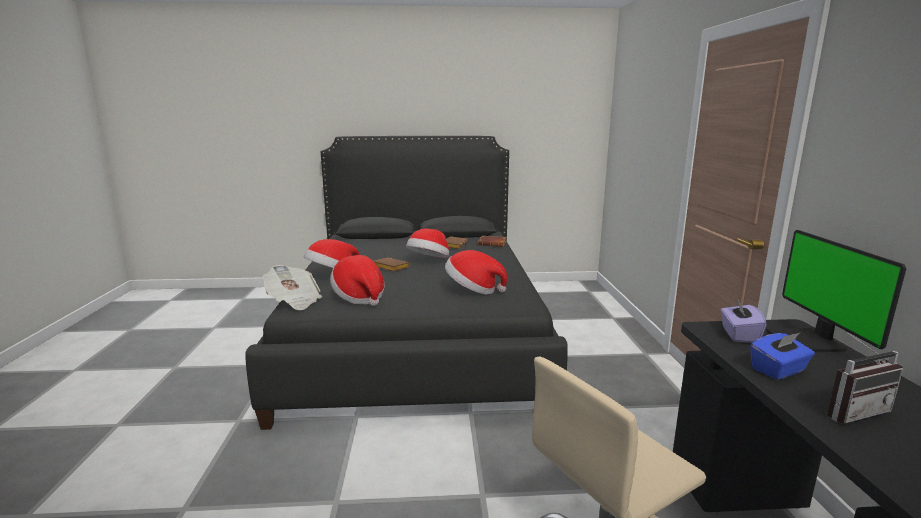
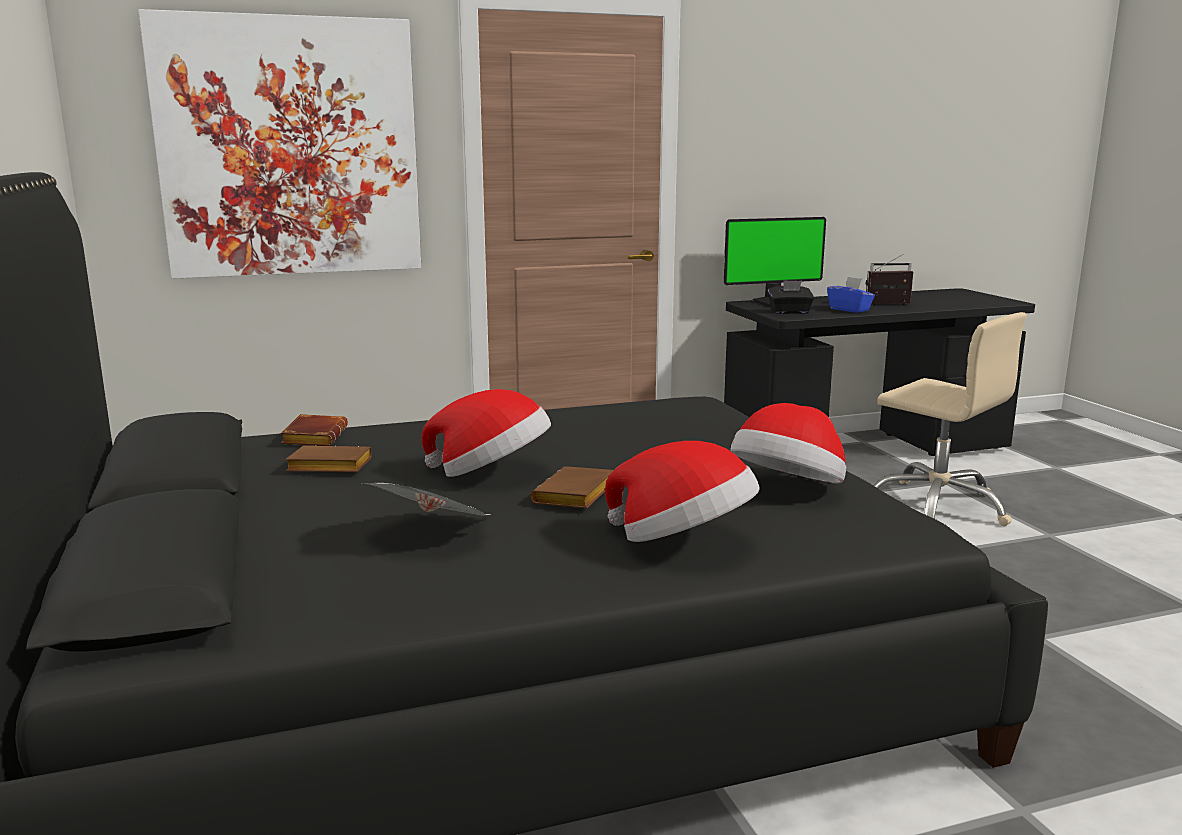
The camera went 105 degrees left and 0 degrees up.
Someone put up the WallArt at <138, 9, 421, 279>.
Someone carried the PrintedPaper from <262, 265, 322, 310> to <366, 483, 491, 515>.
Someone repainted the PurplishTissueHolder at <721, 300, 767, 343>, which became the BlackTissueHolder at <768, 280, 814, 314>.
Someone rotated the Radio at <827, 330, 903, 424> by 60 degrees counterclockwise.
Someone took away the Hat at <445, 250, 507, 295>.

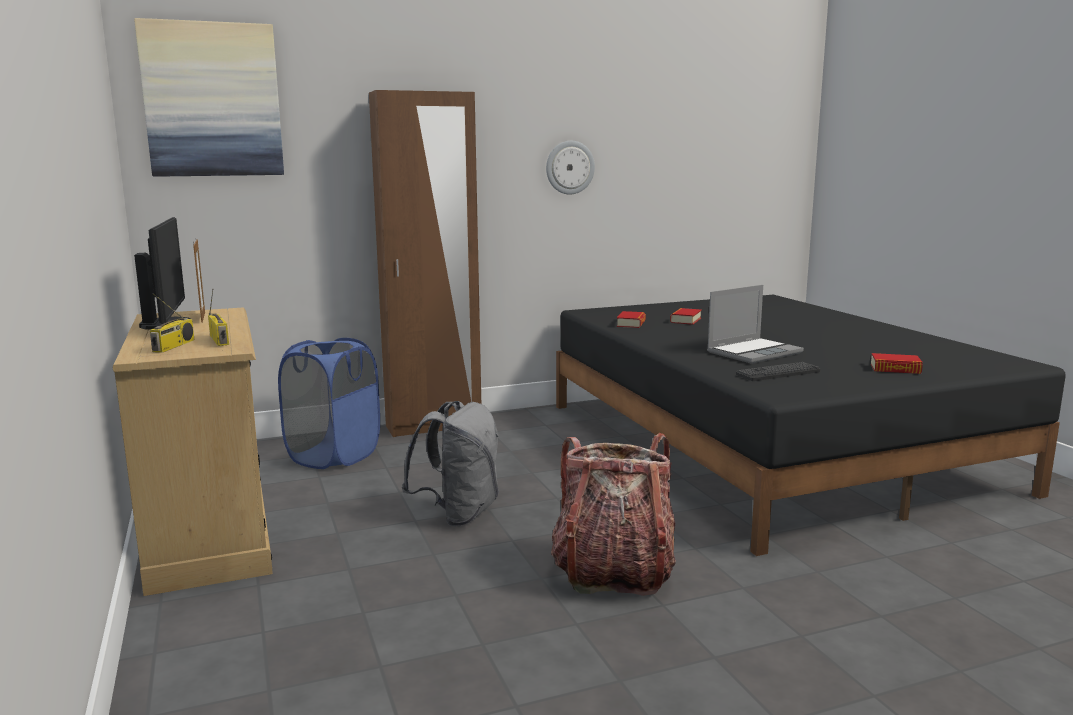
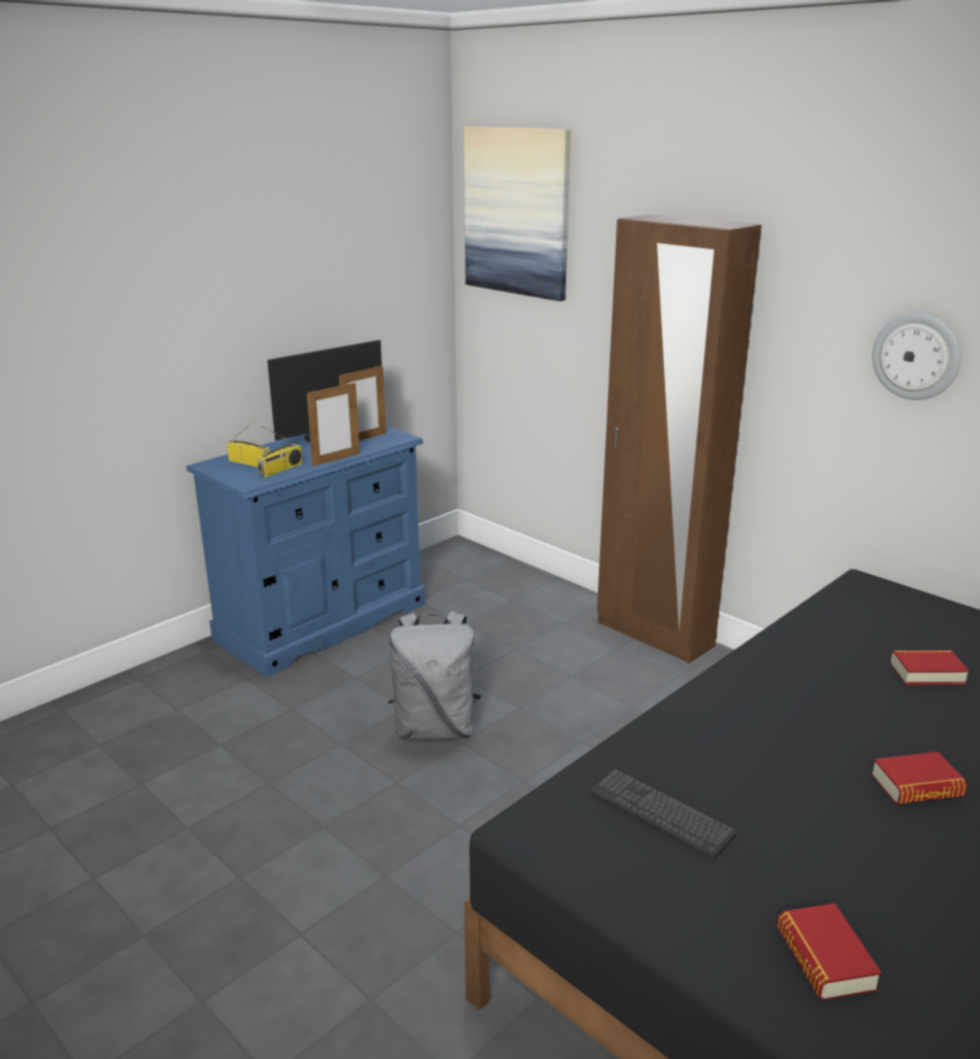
The camera went 65 degrees right and 10 degrees up.
Someone repainted the BeigeColouredDresser at <113, 307, 273, 596>, which became the BlueColouredDresser at <186, 426, 425, 677>.
Someone rotated the Radio at <150, 293, 194, 353> by 135 degrees counterclockwise.
Someone put down the PictureFrame at <307, 381, 360, 466>.
Someone carried the Book from <617, 311, 646, 328> to <871, 752, 967, 804>.
Someone took away the BlueColouredWashingBasket at <278, 338, 380, 469>.
Someone took away the Rucksack at <551, 433, 676, 596>.
Someone took away the NotebookComputer at <707, 285, 804, 364>.

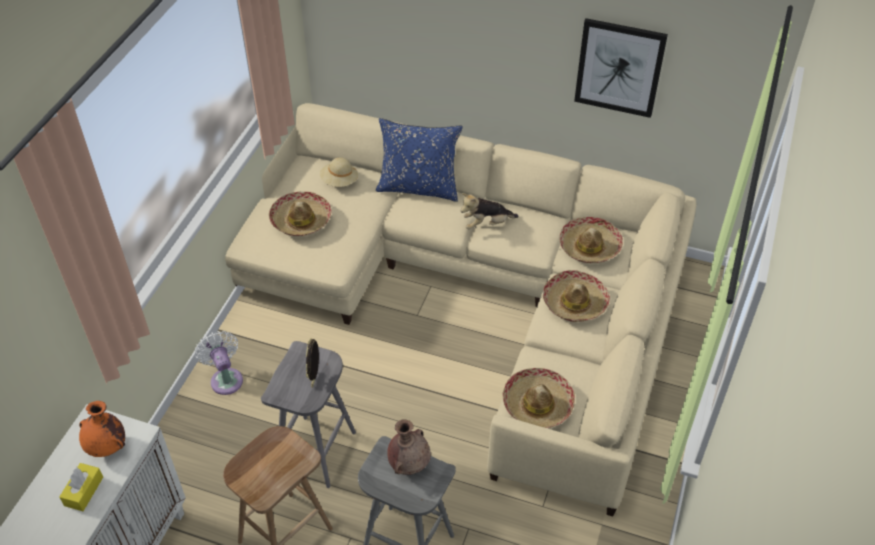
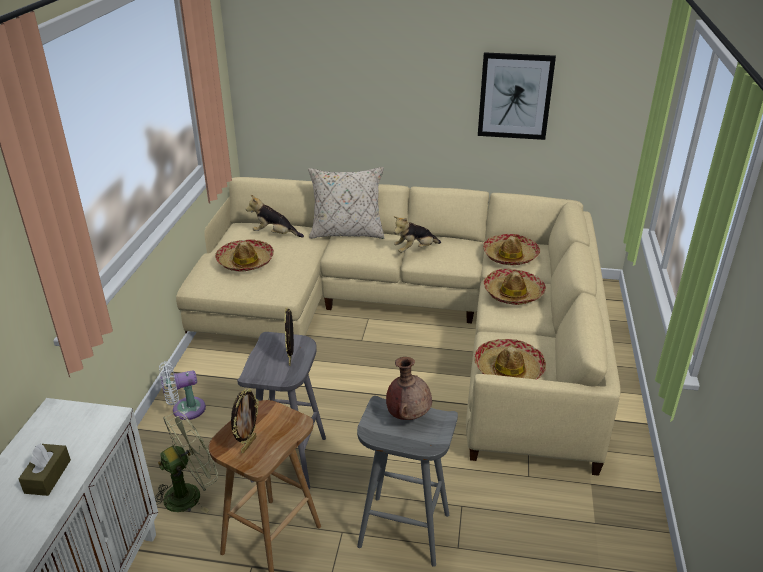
The camera went 10 degrees left and 15 degrees down.
Someone repainted the YellowColouredTissueHolder at <59, 463, 103, 511>, which became the BrownColouredTissueHolder at <19, 444, 71, 496>.
Someone put down the GreenishFan at <155, 410, 218, 513>.
Someone rotated the WhiteFan at <195, 331, 243, 395> by 75 degrees counterclockwise.
Someone put down the PictureFrame at <231, 388, 259, 453>.
Someone swapped the BeigeColouredHat at <320, 157, 358, 187> for the SoftToy at <246, 194, 304, 238>.
Someone repainted the BlueColouredCushion at <376, 118, 463, 202>, which became the BeigeColouredCushion at <308, 167, 384, 239>.
Someone took away the OrangeyVase at <79, 401, 125, 457>.

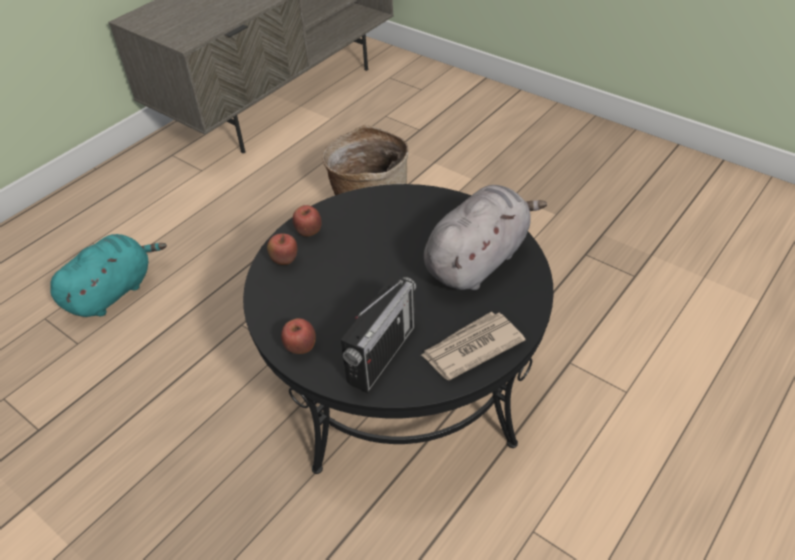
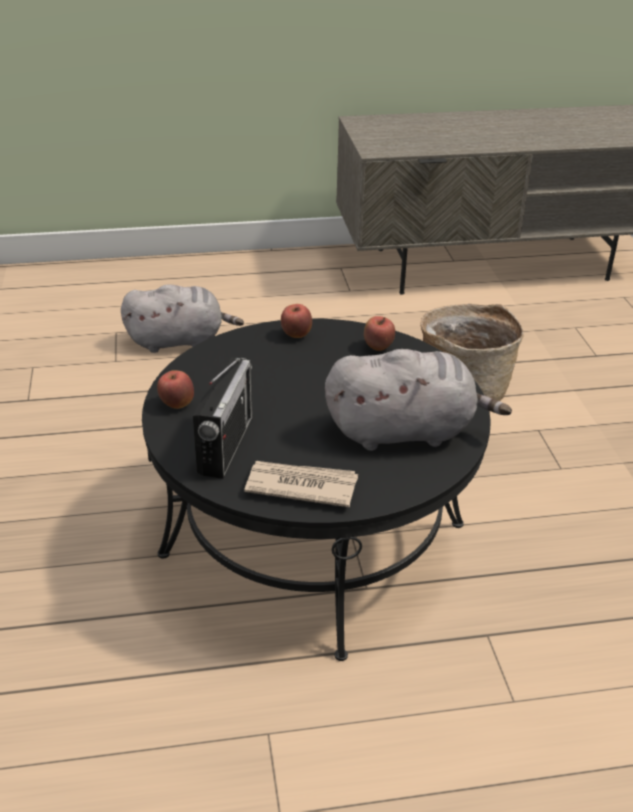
The camera went 40 degrees right and 10 degrees down.
Someone repainted the TurquoiseColouredSoftToy at <50, 234, 167, 317>, which became the GreyishSoftToy at <121, 285, 244, 353>.
Someone rotated the Radio at <340, 276, 416, 393> by 60 degrees counterclockwise.
Someone carried the Apple from <267, 233, 297, 265> to <364, 316, 395, 351>.

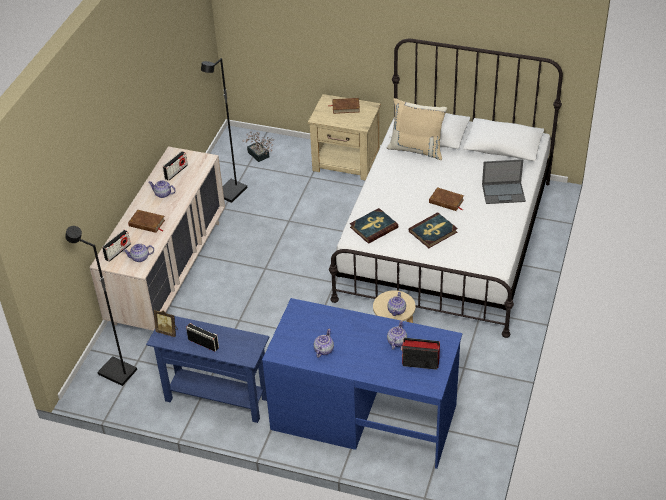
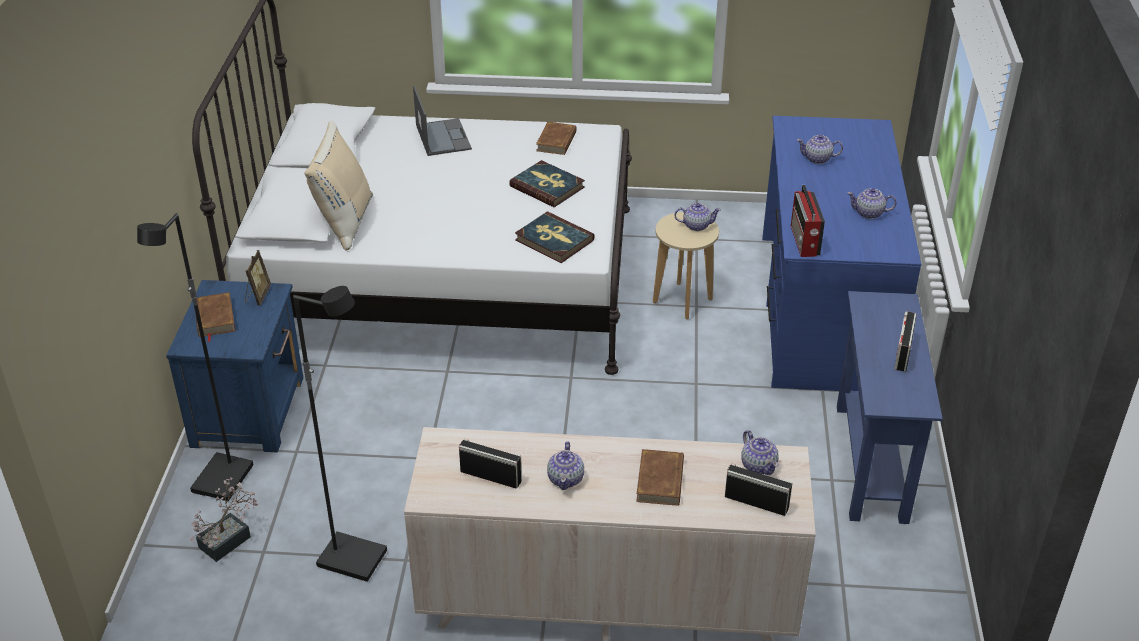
The camera went 105 degrees left and 5 degrees down.
Someone carried the BlackStandardLamp from <65, 226, 137, 386> to <137, 213, 254, 501>.
Someone repainted the BeigeColouredNightstand at <308, 94, 381, 180>, which became the BlueColouredNightstand at <166, 280, 303, 453>.
Someone carried the PictureFrame from <154, 309, 178, 337> to <245, 250, 271, 306>.
Someone carried the BrownColouredBook from <429, 187, 464, 211> to <536, 122, 577, 155>.
Someone carried the Radio from <401, 338, 440, 370> to <791, 185, 825, 257>.

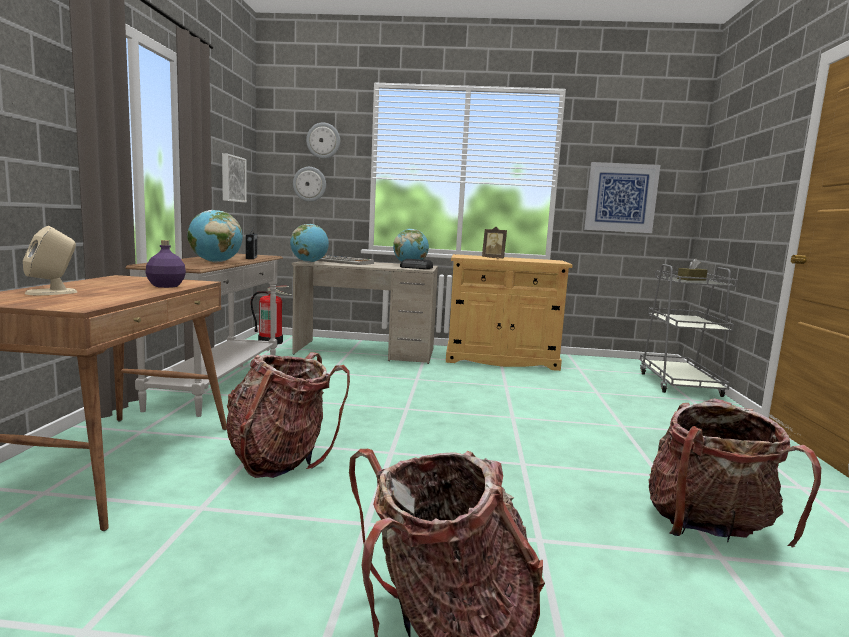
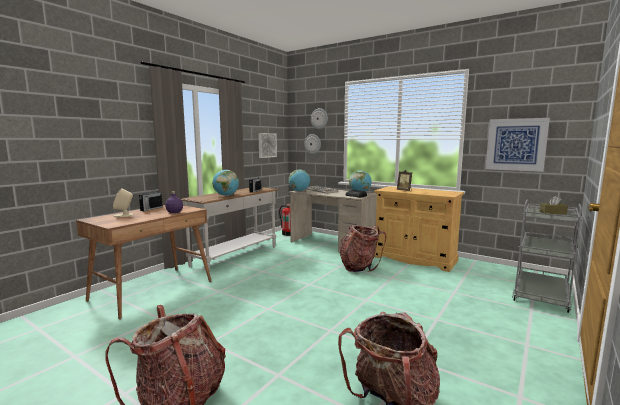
The camera went 30 degrees right and 0 degrees up.
Someone put down the Radio at <139, 188, 163, 211>.
Someone carried the Rucksack from <226, 352, 350, 478> to <340, 225, 386, 272>.

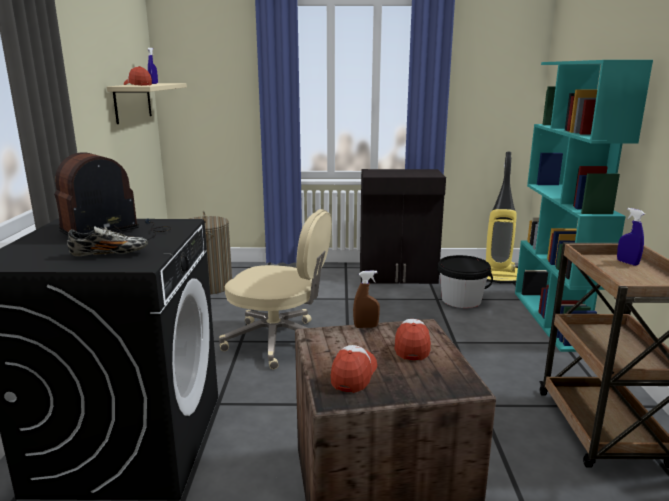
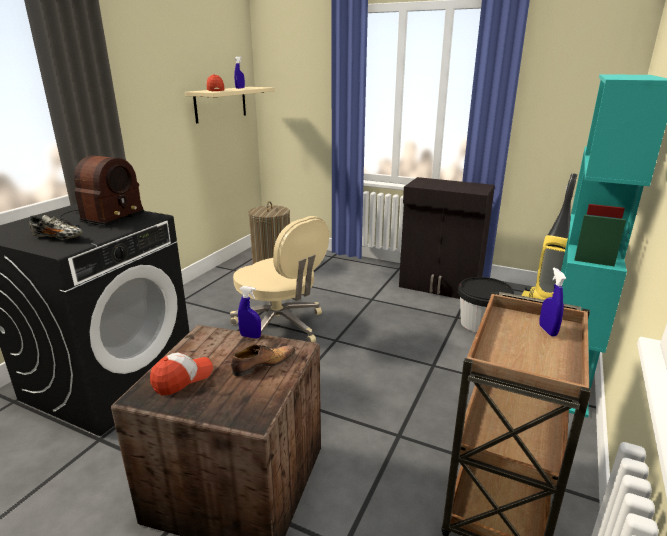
The camera went 25 degrees right and 5 degrees up.
Someone rotated the Radio at <54, 152, 171, 240> by 135 degrees clockwise.
Someone swapped the PeakedCap at <394, 319, 431, 360> for the Shoe at <231, 345, 296, 376>.
Someone repainted the BrownColouredSprayer at <353, 270, 380, 328>, which became the BlueColouredSprayer at <238, 286, 261, 339>.

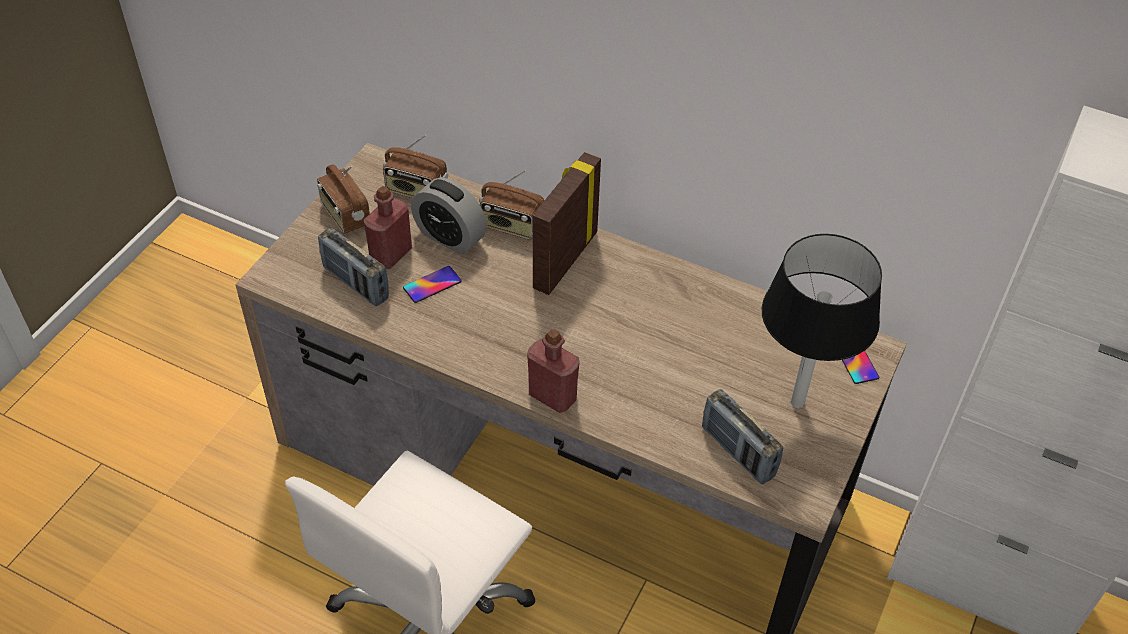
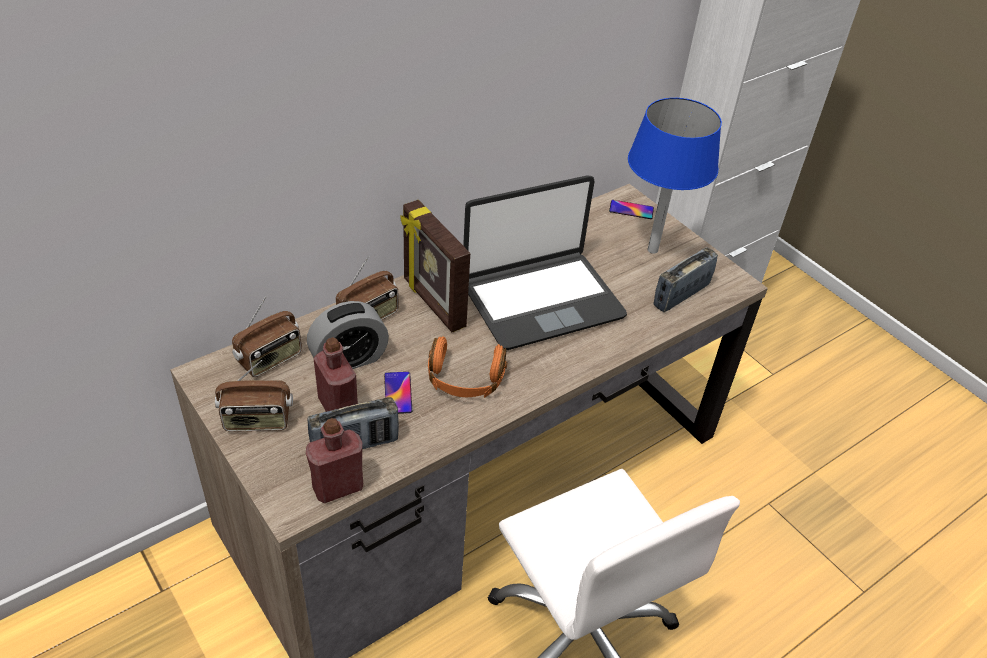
The camera went 65 degrees left and 5 degrees down.
Someone carried the RedBottle from <527, 329, 580, 413> to <306, 418, 363, 504>.
Someone put down the OrangeyHeadset at <428, 336, 507, 398>.
Someone put down the NotebookComputer at <463, 175, 627, 350>.
Someone repainted the BlackTableLamp at <762, 234, 882, 408>, which became the BlueColouredTableLamp at <628, 98, 722, 254>.
Someone rotated the Radio at <702, 389, 783, 484> by 150 degrees clockwise.

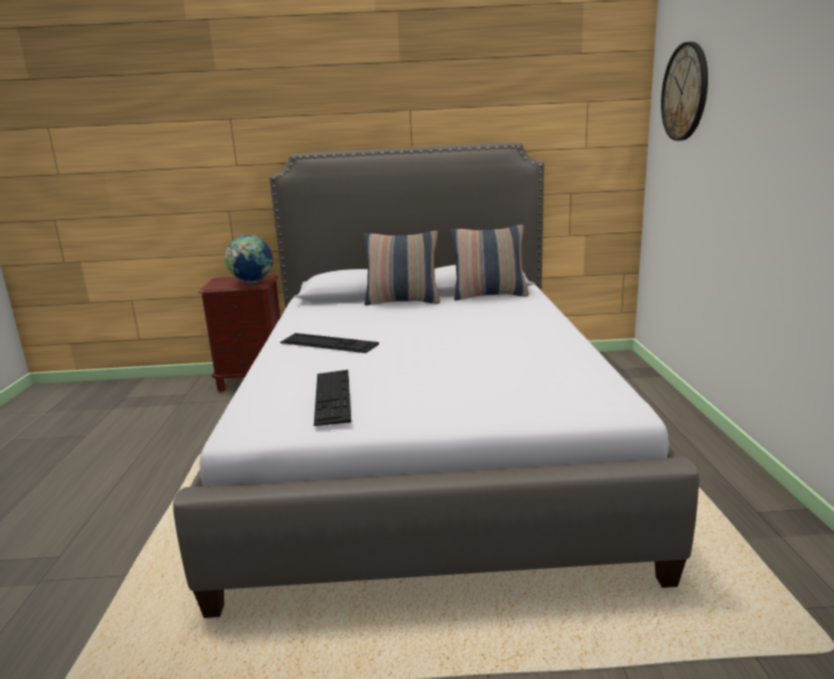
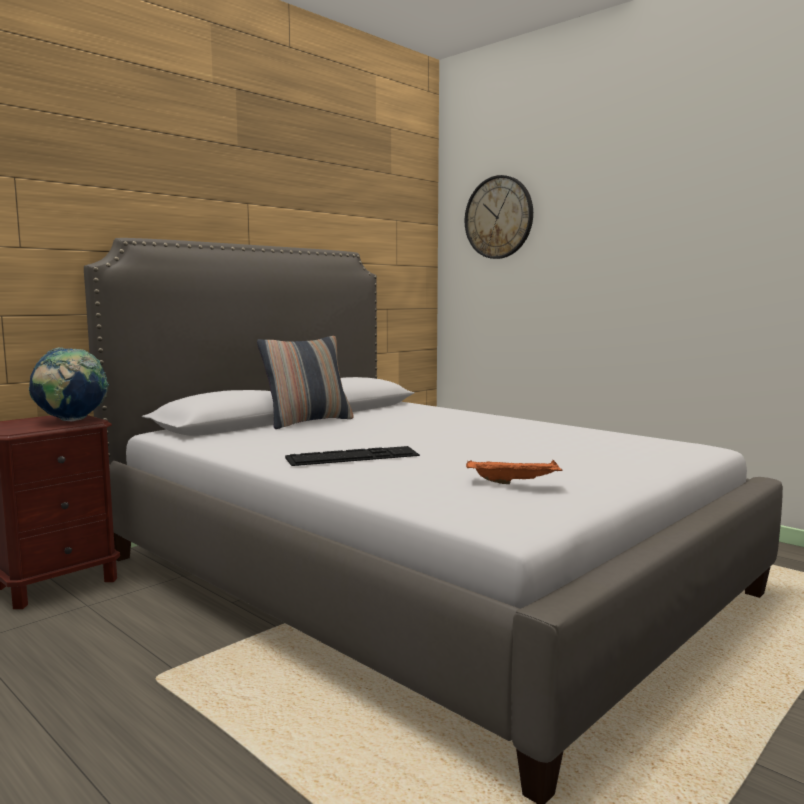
The camera went 45 degrees left and 10 degrees down.
Someone swapped the PcKeyboard at <314, 370, 351, 426> for the OrangeyCarryingTray at <466, 460, 563, 484>.
Someone took away the Cushion at <450, 225, 529, 300>.

